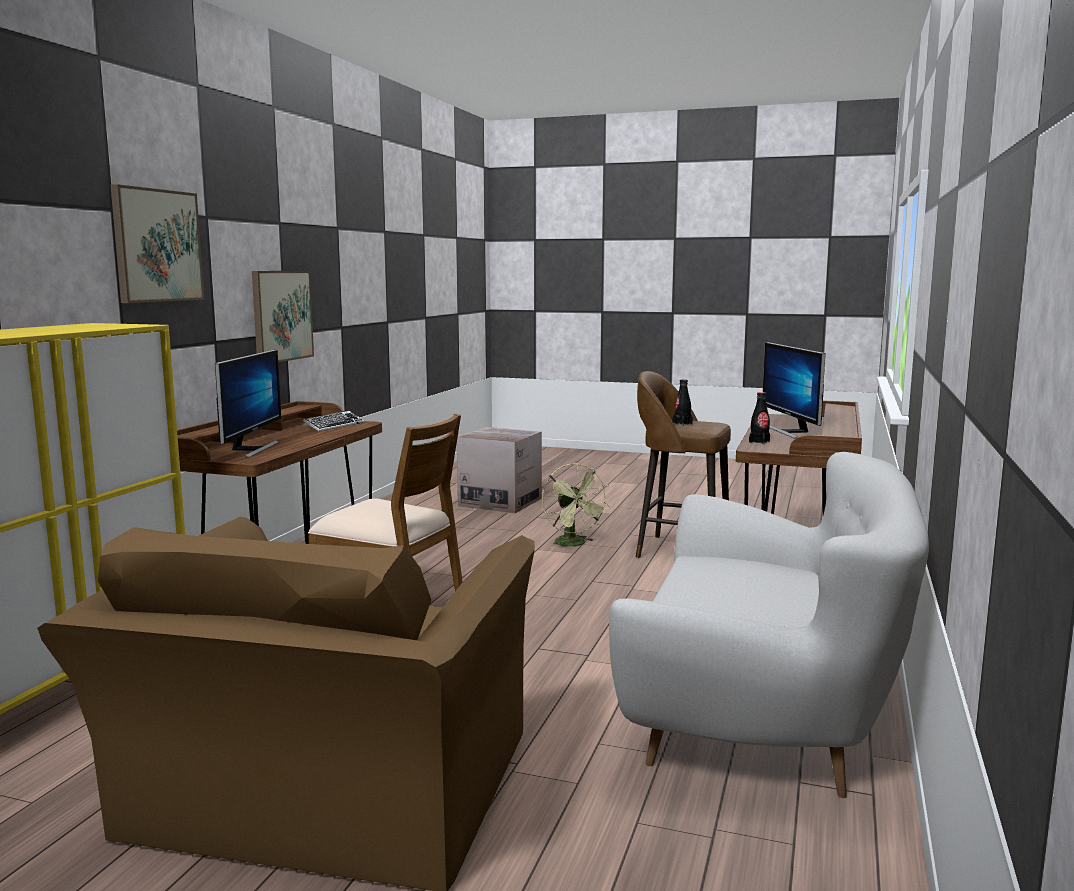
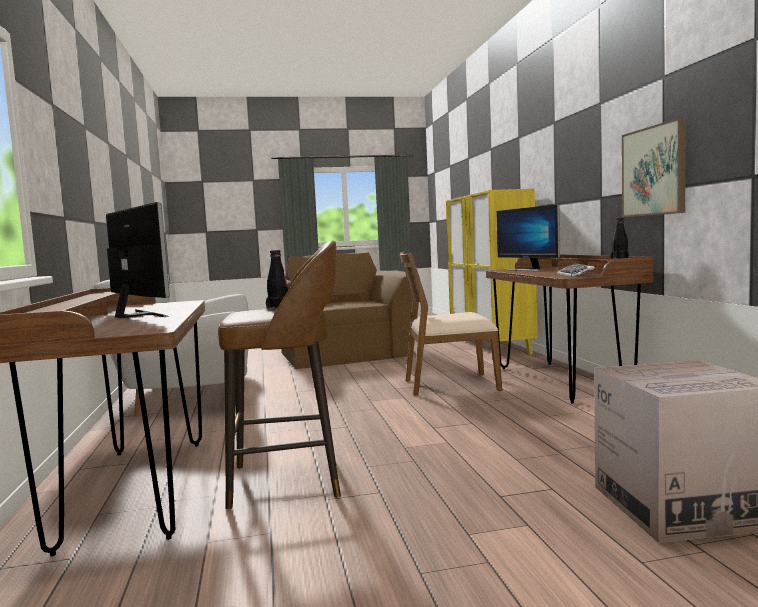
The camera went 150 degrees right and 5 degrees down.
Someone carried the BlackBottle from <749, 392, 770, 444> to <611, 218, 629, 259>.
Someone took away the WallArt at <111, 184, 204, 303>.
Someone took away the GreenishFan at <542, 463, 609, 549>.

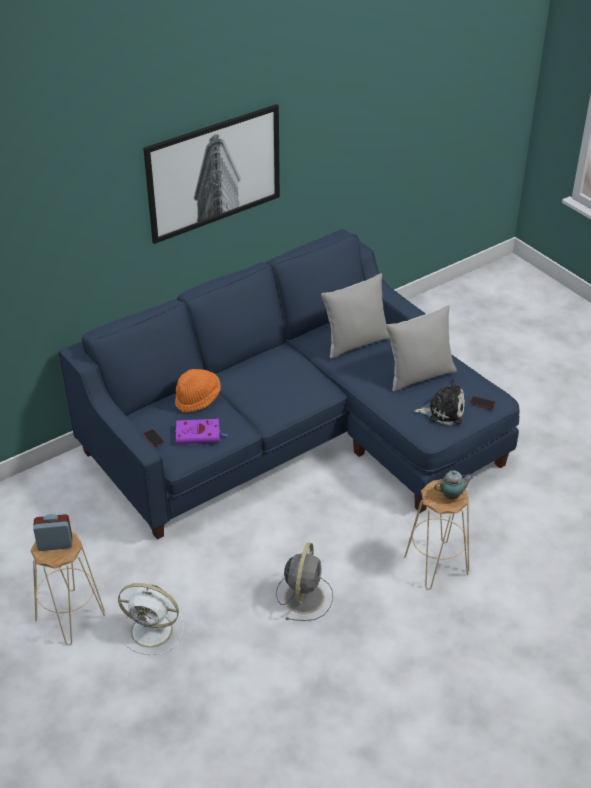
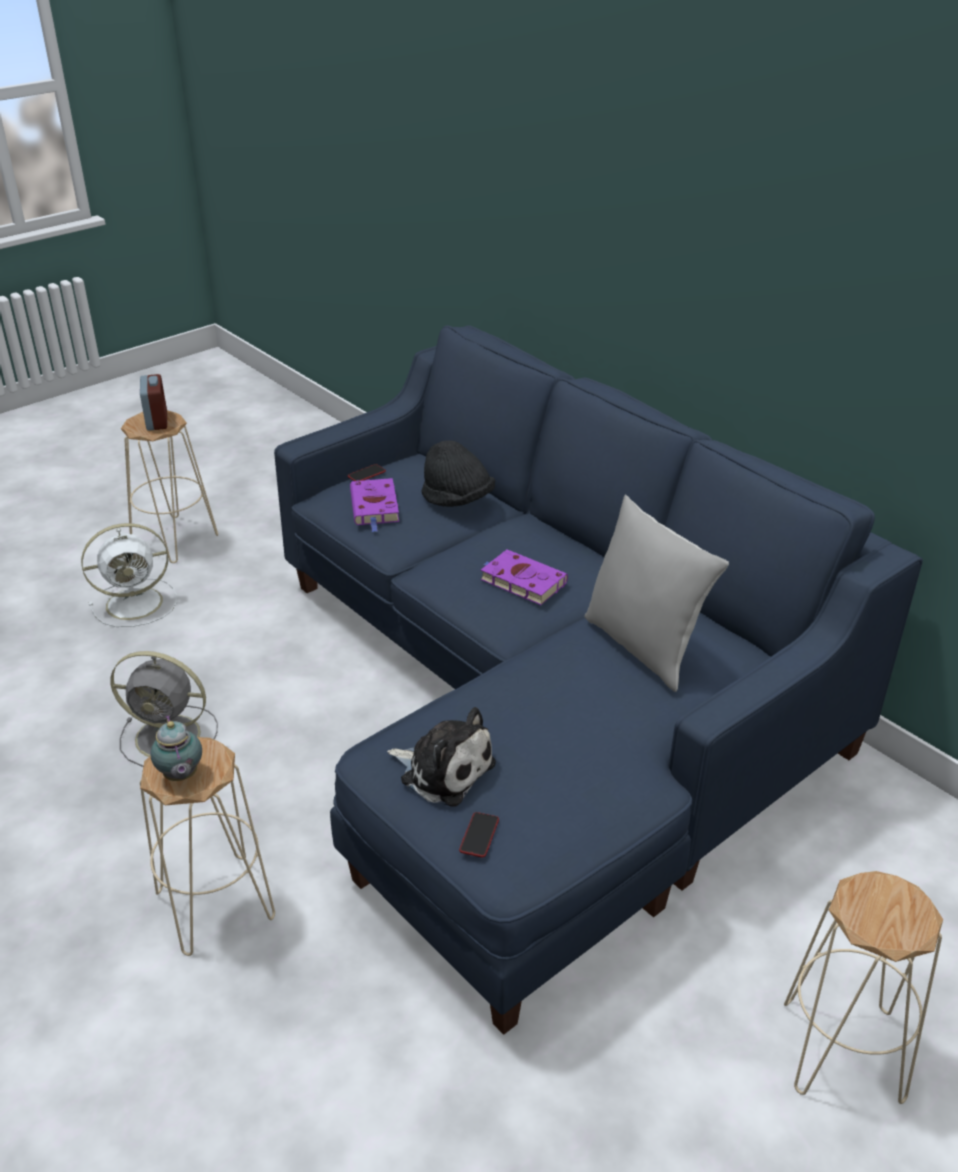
The camera went 85 degrees right and 5 degrees down.
Someone rotated the WhiteFan at <118, 583, 184, 655> by 120 degrees counterclockwise.
Someone rotated the SoftToy at <414, 379, 465, 425> by 60 degrees counterclockwise.
Someone repainted the OrangeyHat at <175, 369, 221, 413>, which became the BlackHat at <421, 440, 495, 507>.
Someone put down the PurplishBook at <481, 550, 568, 605>.
Someone put down the BeigeColouredStoolSeat at <784, 871, 943, 1104>.
Someone took away the WallArt at <143, 104, 280, 244>.
Someone took away the GreyishCushion at <386, 305, 457, 392>.

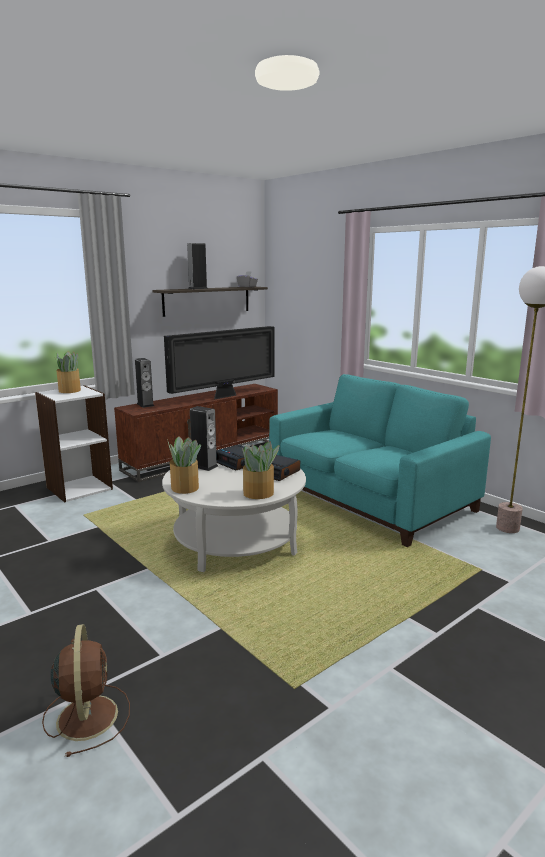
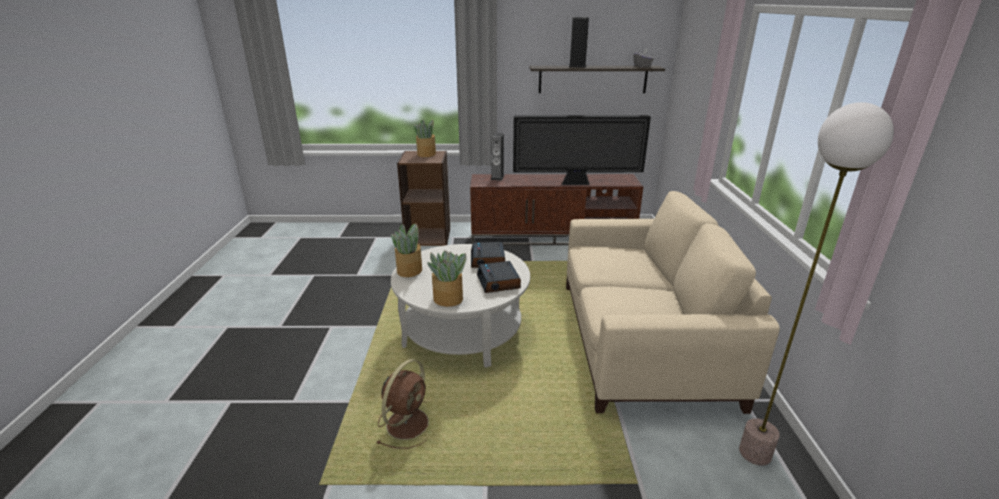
The camera went 40 degrees right and 10 degrees up.
Someone carried the BrownColouredFan from <42, 624, 130, 757> to <376, 359, 429, 449>.
Someone repainted the WhiteBookshelf at <35, 385, 113, 502>, which became the BrownColouredBookshelf at <397, 151, 450, 246>.
Someone repainted the TurquoiseColouredSettee at <269, 374, 491, 547>, which became the BeigeColouredSettee at <566, 191, 780, 414>.
Someone took away the Speaker at <190, 406, 218, 471>.

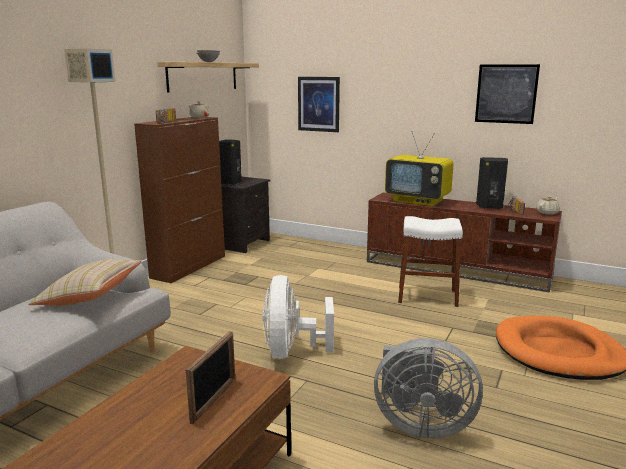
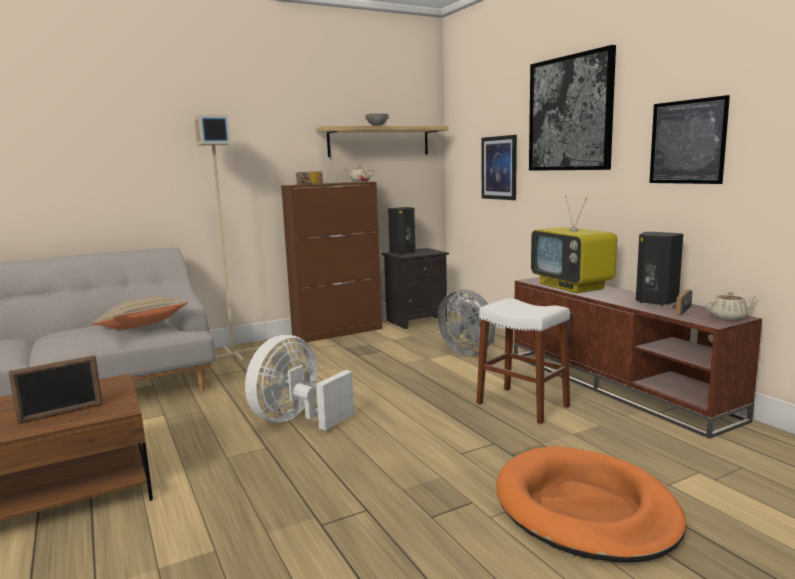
The camera went 35 degrees right and 5 degrees down.
Someone carried the GreyishFan from <374, 338, 483, 438> to <437, 289, 495, 355>.
Someone put up the WallArt at <529, 45, 616, 171>.

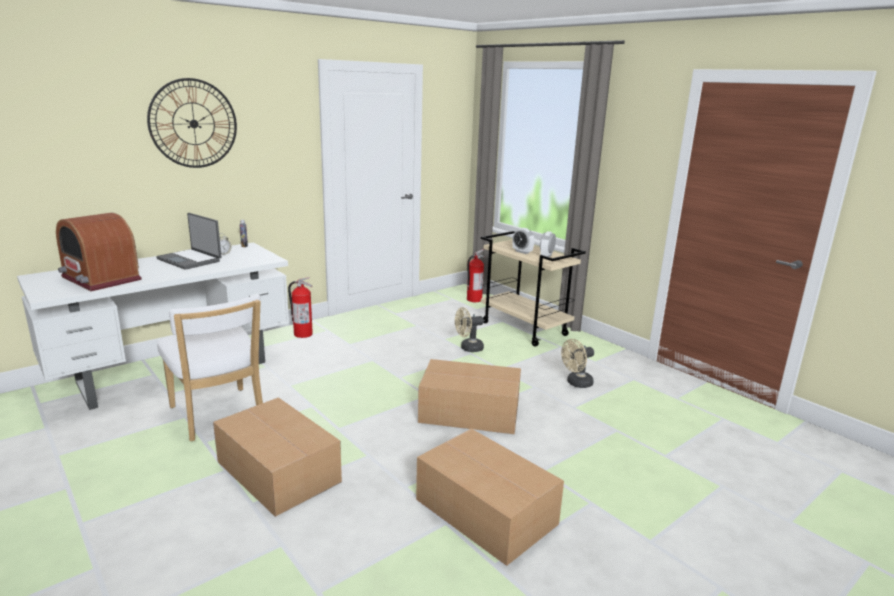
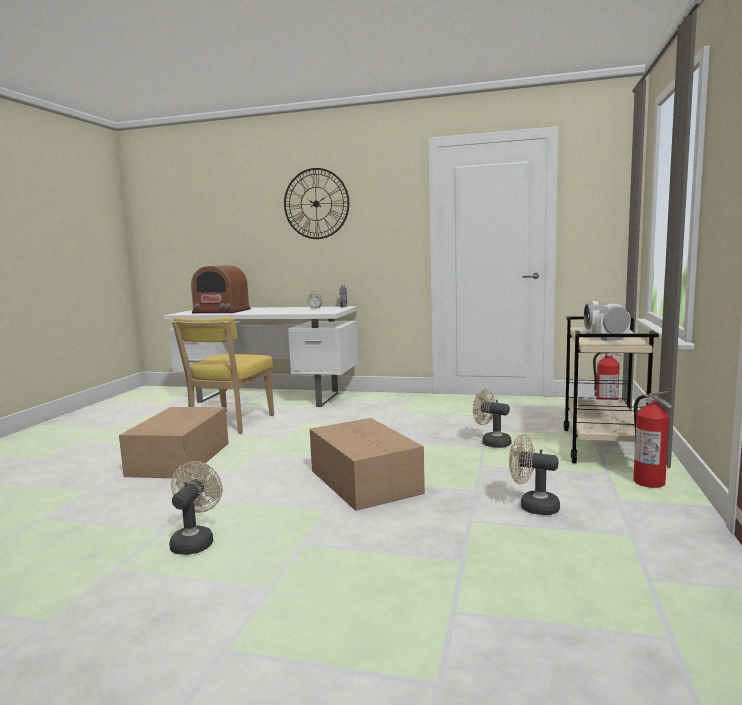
The camera went 55 degrees right and 10 degrees down.
Someone swapped the PackingBox at <416, 429, 564, 566> for the BeigeColouredFan at <169, 461, 222, 555>.
Someone repainted the WhitePlainChair at <157, 295, 263, 441>, which became the YellowColouredPlainChair at <172, 317, 274, 434>.
Someone rotated the Radio at <56, 212, 142, 291> by 75 degrees counterclockwise.
Someone carried the FireExtinguisher from <288, 277, 313, 338> to <633, 391, 672, 488>.
Someone took away the NotebookComputer at <156, 213, 221, 270>.

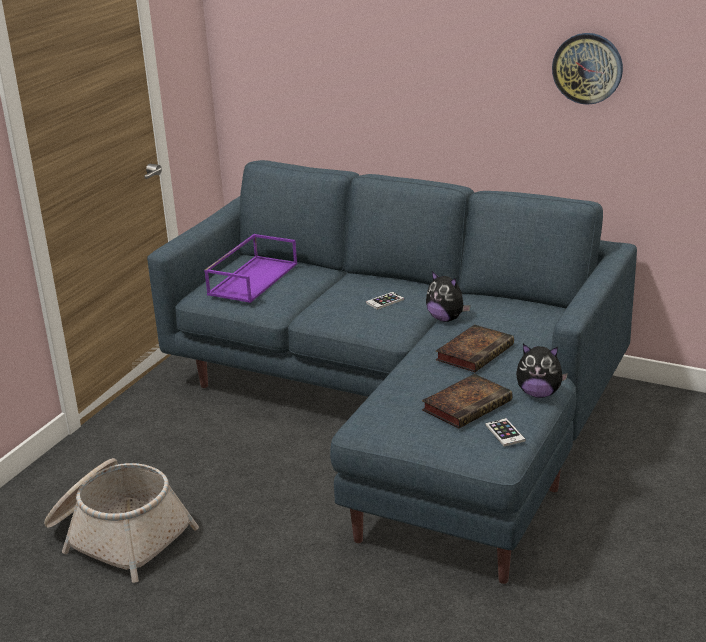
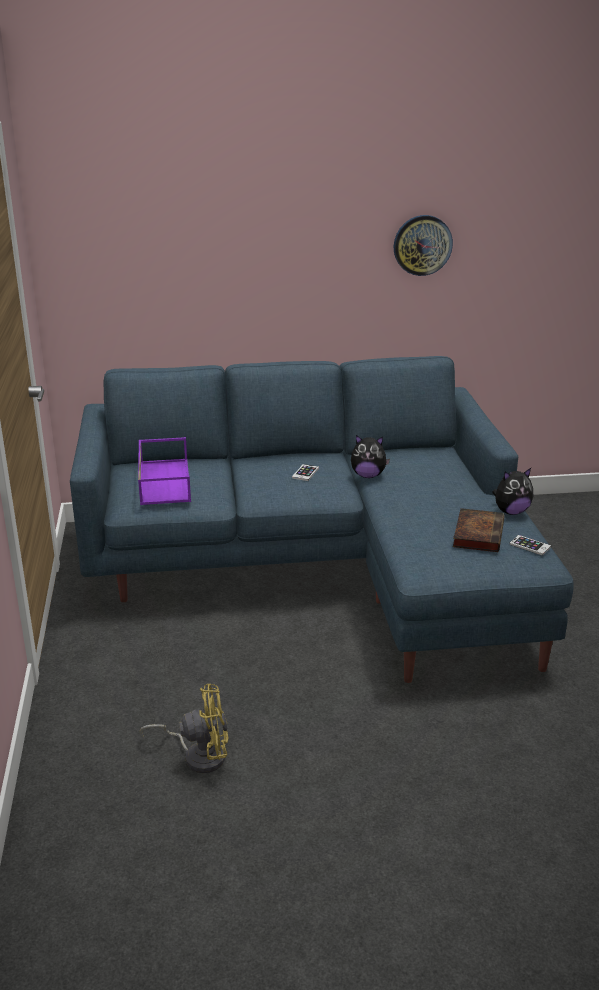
The camera went 35 degrees left and 0 degrees up.
Someone swapped the Basket at <44, 458, 199, 583> for the YellowColouredFan at <140, 684, 228, 773>.
Someone took away the Book at <436, 324, 514, 372>.

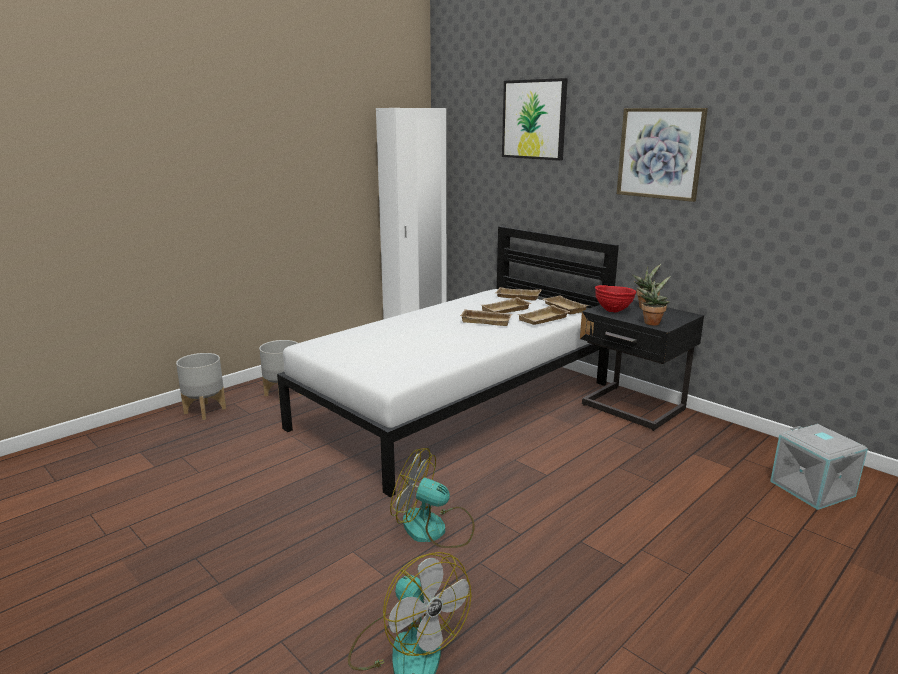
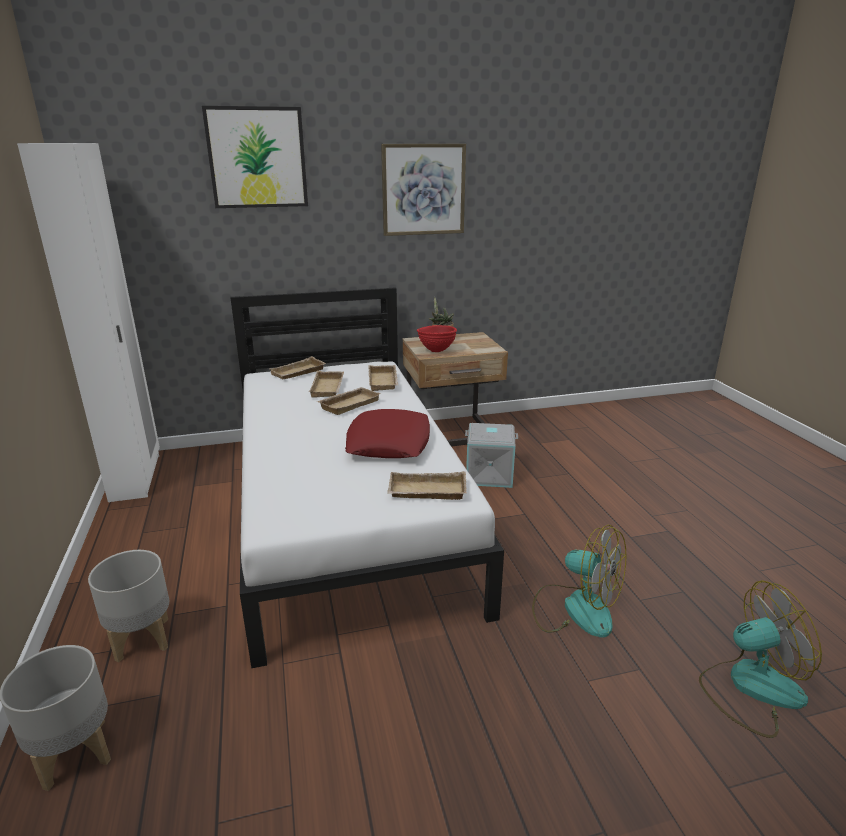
The camera went 60 degrees left and 5 degrees up.
Someone put down the RedCushion at <345, 409, 430, 458>.
Someone carried the BeigeColouredCarryingTray from <542, 295, 588, 314> to <387, 471, 467, 500>.
Someone repainted the BlackNightstand at <580, 300, 704, 431>, which became the BeigeColouredNightstand at <403, 332, 508, 447>.
Someone carried the GreyishStorageContainer from <770, 424, 868, 510> to <465, 423, 518, 488>.
Someone rotated the Fan at <390, 448, 475, 548> by 105 degrees counterclockwise.
Someone took away the Houseplant at <637, 276, 671, 326>.

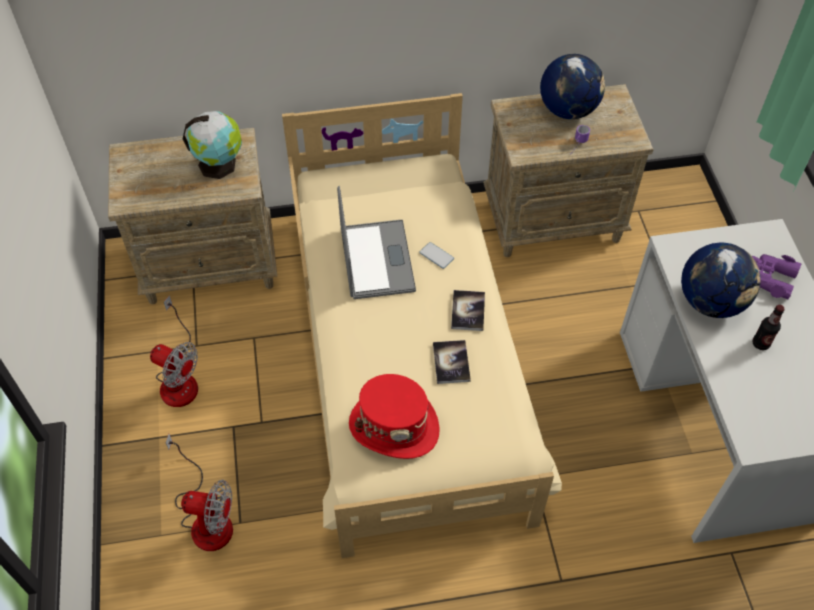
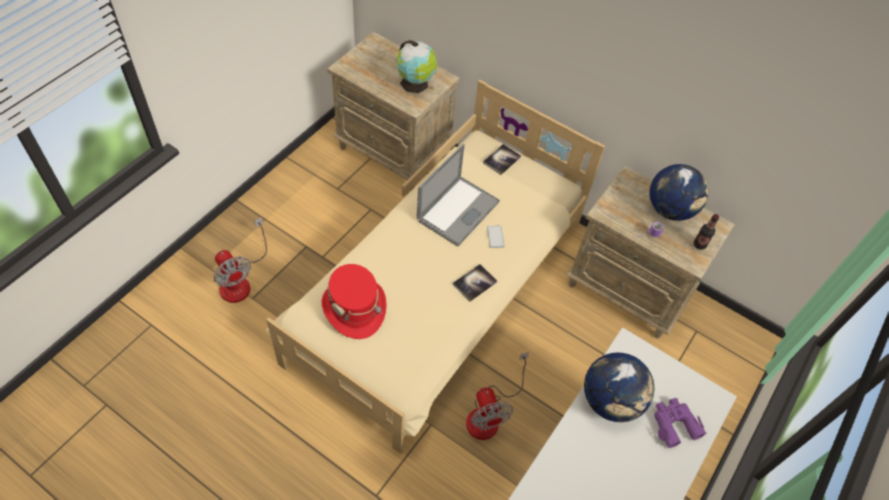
The camera went 40 degrees right and 0 degrees up.
Someone carried the Fan from <150, 295, 198, 407> to <466, 352, 529, 440>.
Someone carried the Book from <433, 340, 471, 384> to <483, 144, 521, 175>.
Someone carried the Bottle from <752, 305, 784, 350> to <694, 214, 719, 250>.

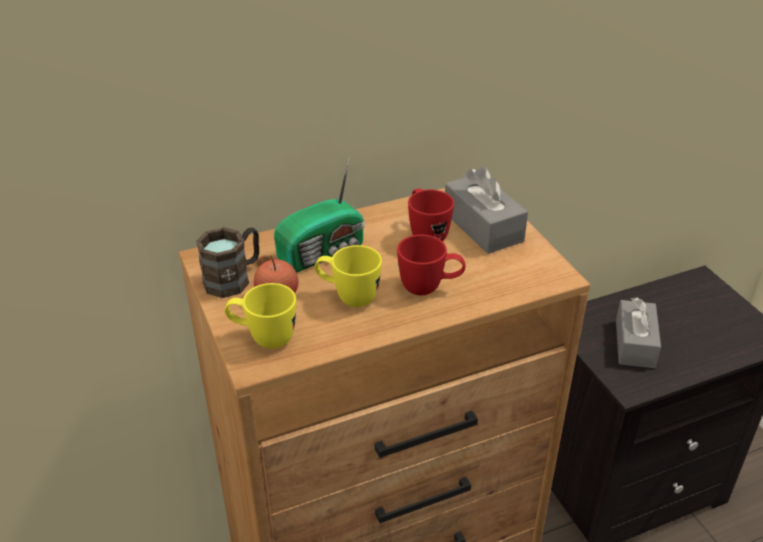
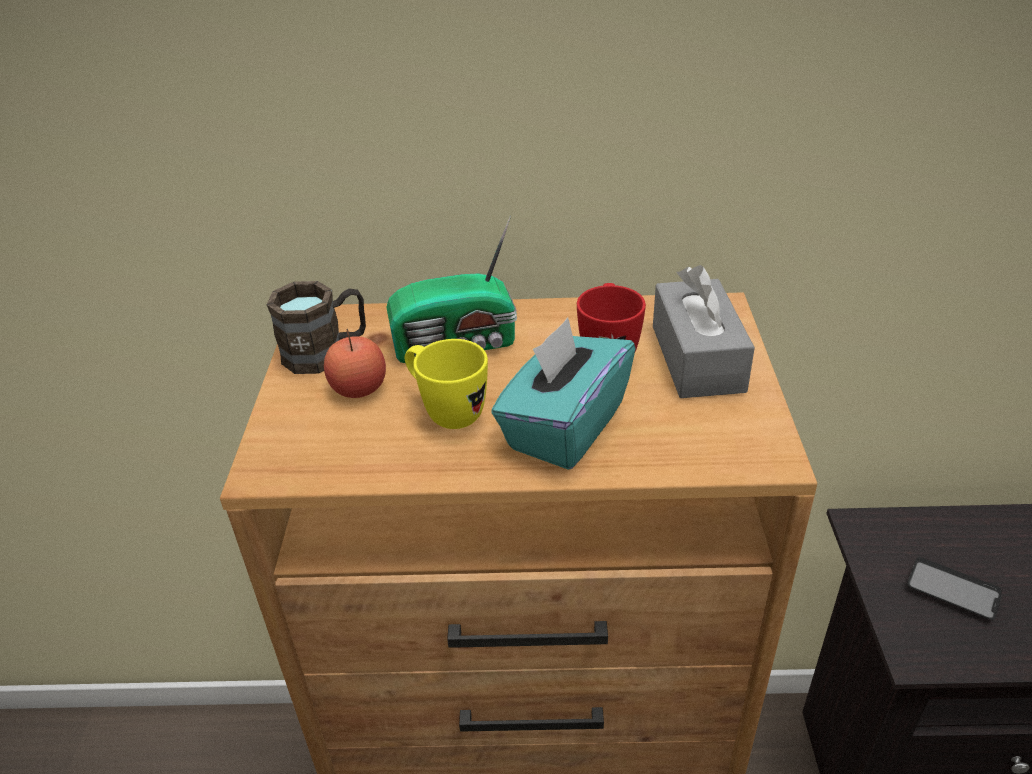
The camera went 25 degrees right and 0 degrees up.
Someone swapped the RedMug at <397, 235, 465, 295> for the TurquoiseColouredTissueHolder at <491, 318, 636, 470>.
Someone swapped the GreyishTissueHolder at <616, 297, 661, 368> for the Handset at <907, 557, 1002, 620>.
Someone took away the YellowColouredMug at <225, 283, 296, 349>.

